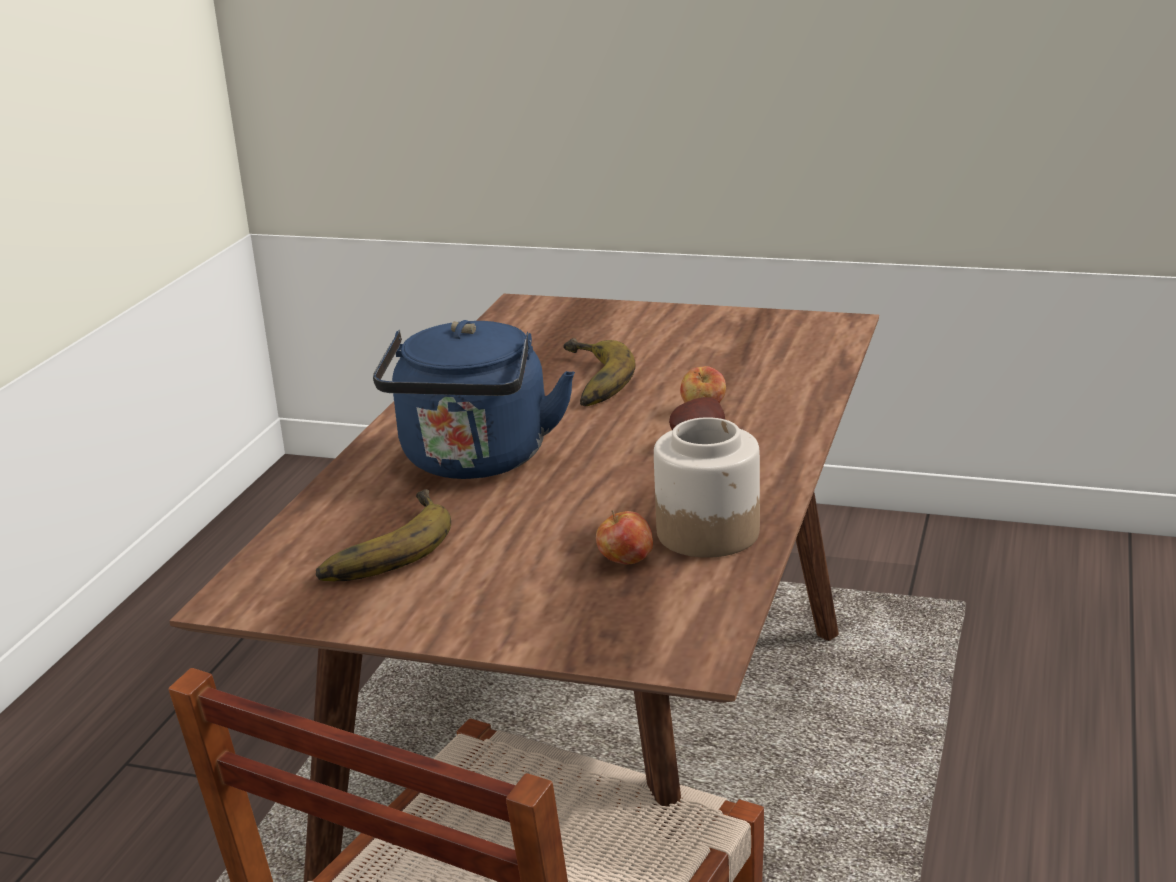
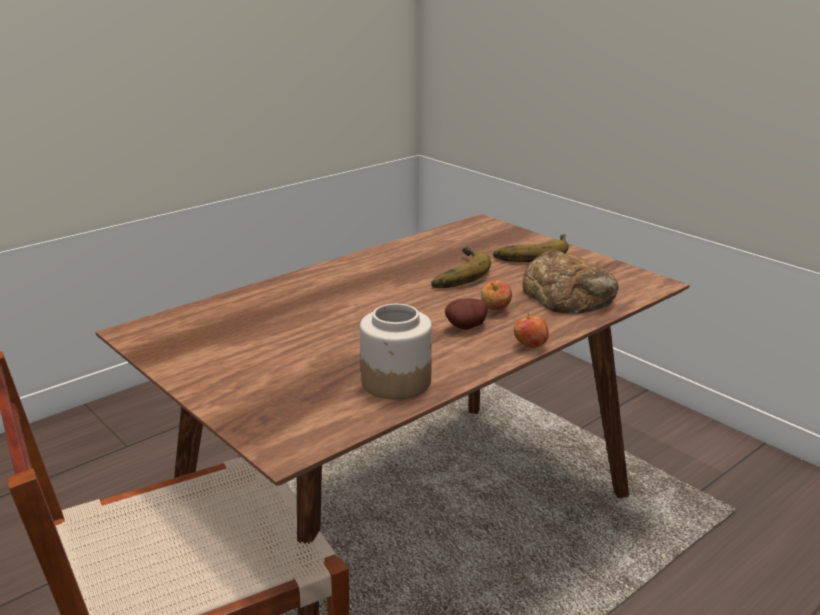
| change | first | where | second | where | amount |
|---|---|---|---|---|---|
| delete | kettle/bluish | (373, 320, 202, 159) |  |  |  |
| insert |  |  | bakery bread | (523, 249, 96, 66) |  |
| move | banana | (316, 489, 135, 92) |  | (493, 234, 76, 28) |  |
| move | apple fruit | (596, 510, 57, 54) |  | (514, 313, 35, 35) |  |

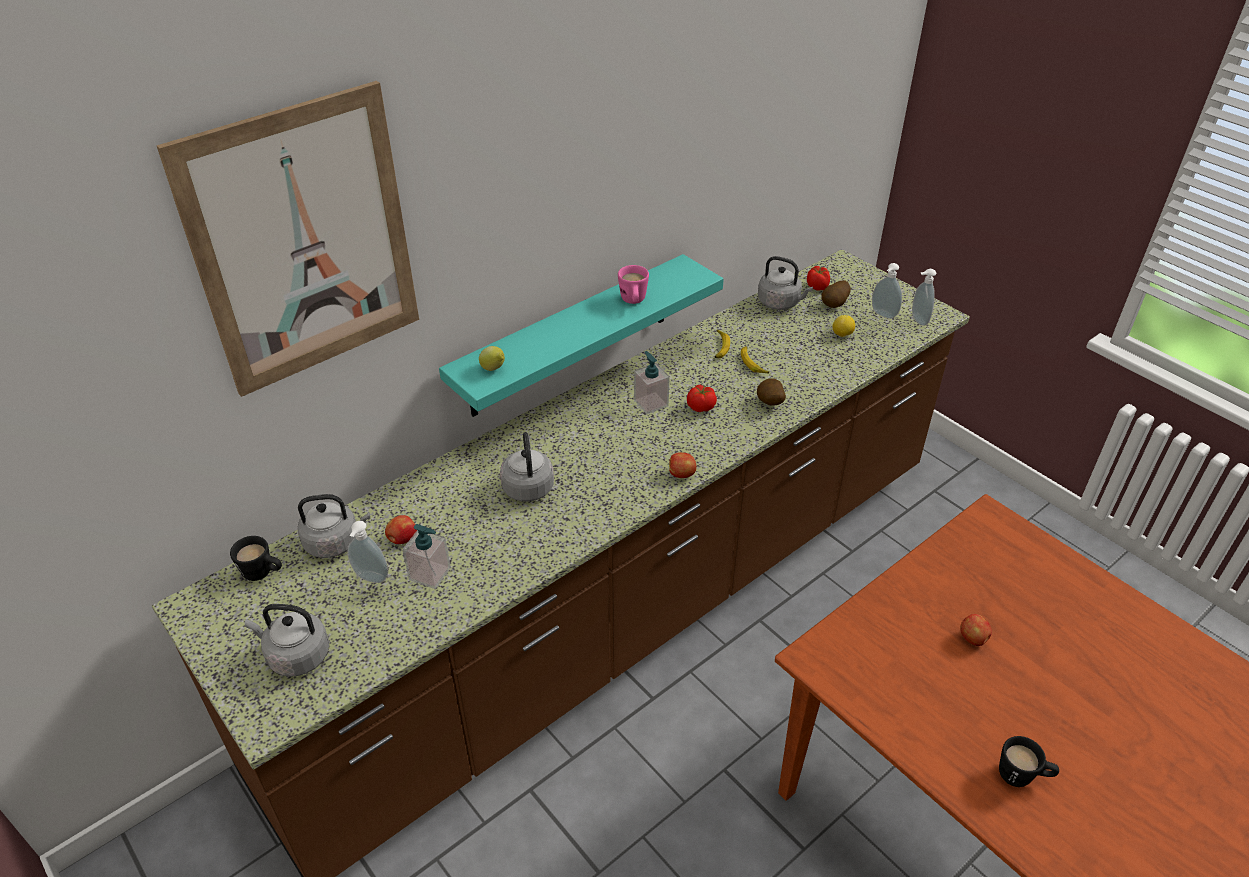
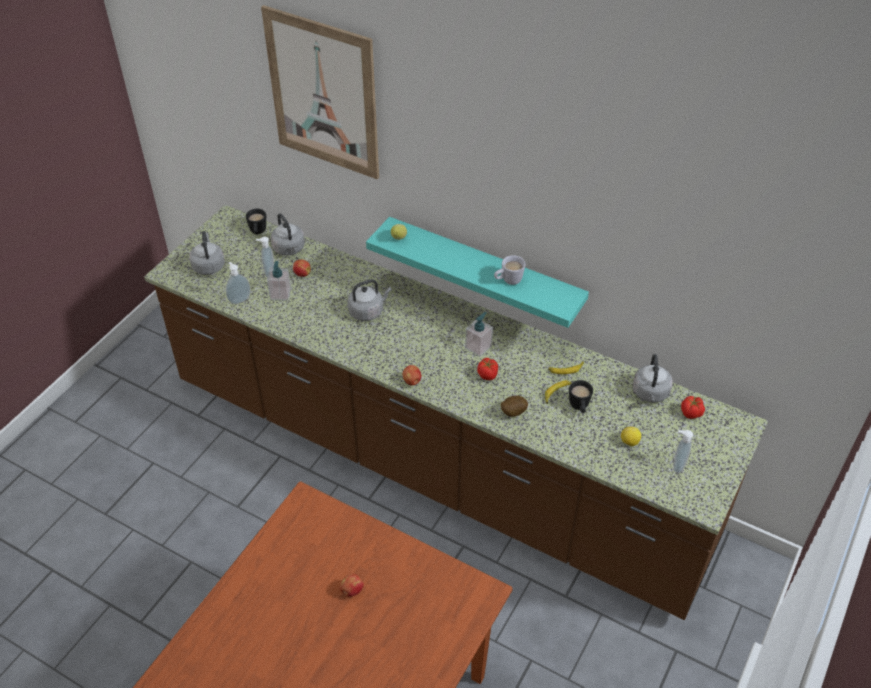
| change | first | where | second | where | amount |
|---|---|---|---|---|---|
| delete | spud | (821, 280, 30, 28) |  |  |  |
| move | soap bottle | (912, 269, 24, 57) |  | (226, 262, 24, 42) |  |
| move | coffee mug/blackish | (999, 736, 60, 51) |  | (569, 380, 24, 33) |  |
| recolor | coffee mug/pink-coloured | (618, 265, 31, 39) | coffee mug/white-coloured | (494, 255, 32, 30) |  |

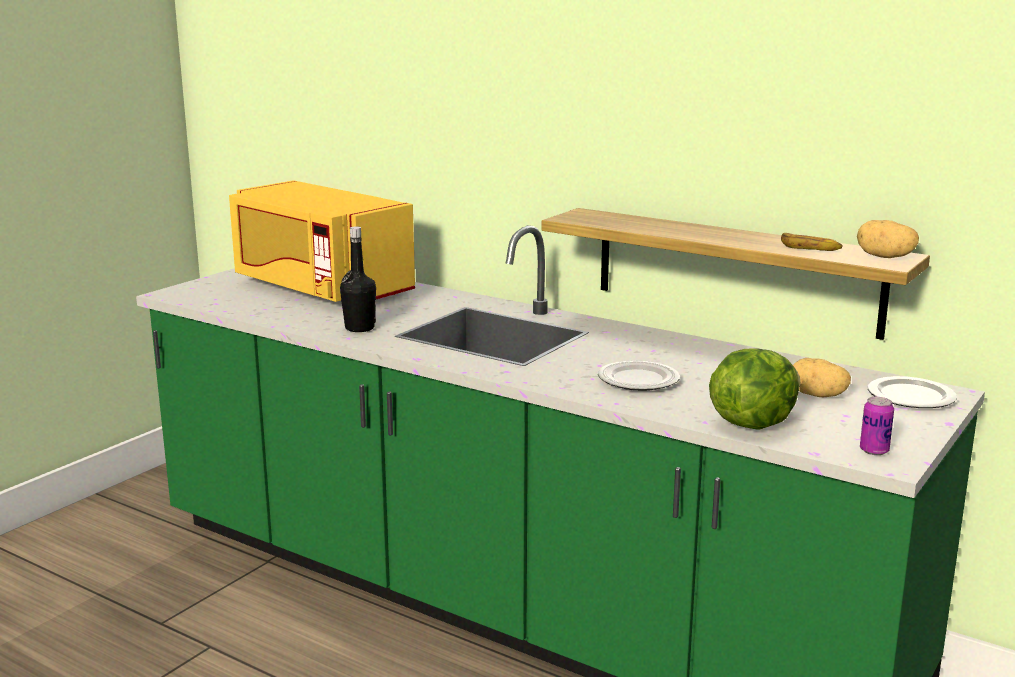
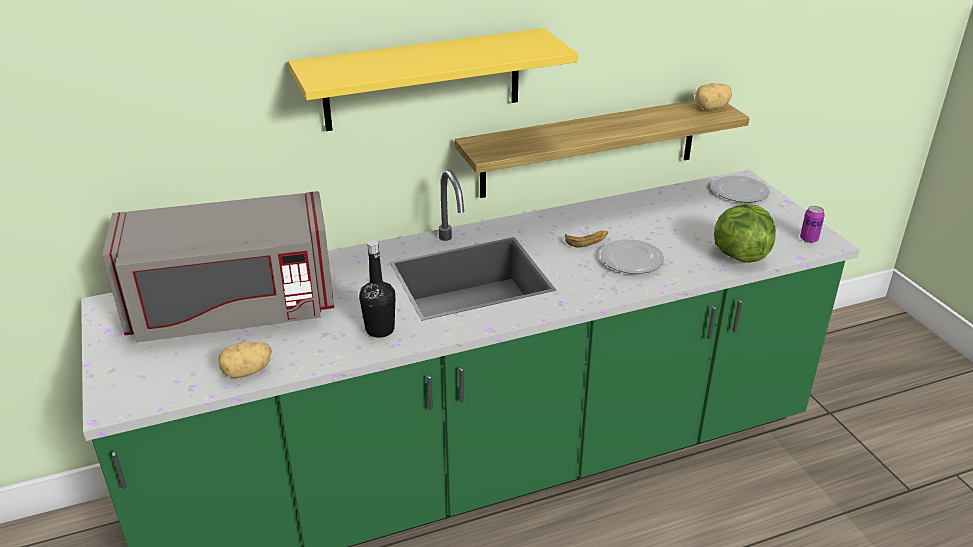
| change | first | where | second | where | amount |
|---|---|---|---|---|---|
| insert |  |  | wall shelf/yellow | (288, 28, 290, 103) |  |
| move | banana | (781, 233, 62, 18) |  | (565, 231, 43, 17) |  |
| move | spud | (793, 358, 58, 39) |  | (219, 342, 53, 36) |  |
| recolor | microwave/yellow | (229, 180, 186, 122) | microwave/grey | (102, 191, 232, 151) |  |

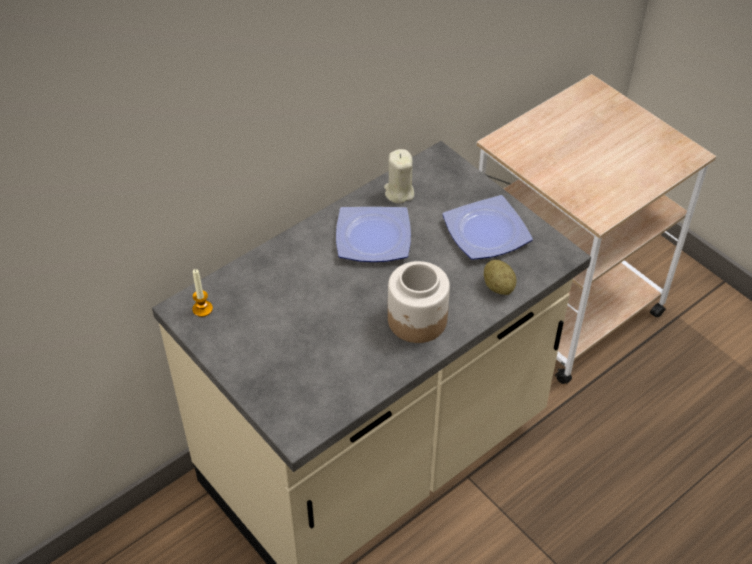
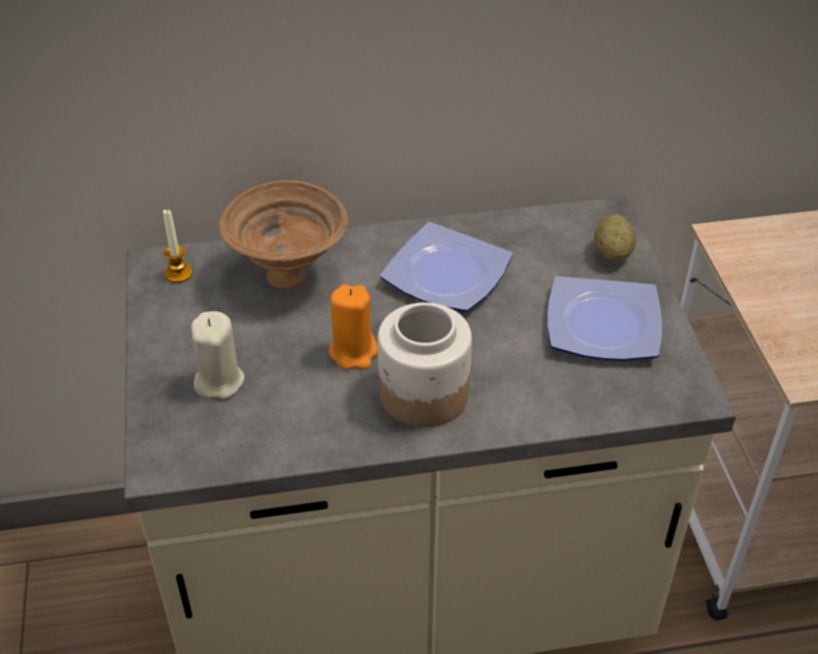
| change | first | where | second | where | amount |
|---|---|---|---|---|---|
| insert |  |  | deep dish/brownish | (219, 180, 129, 109) |  |
| insert |  |  | candle/orange | (329, 284, 49, 85) |  |
| move | candle/sand-coloured | (384, 149, 30, 54) |  | (191, 311, 54, 88) |  |
| move | spud | (484, 260, 33, 35) |  | (594, 214, 42, 49) |  |

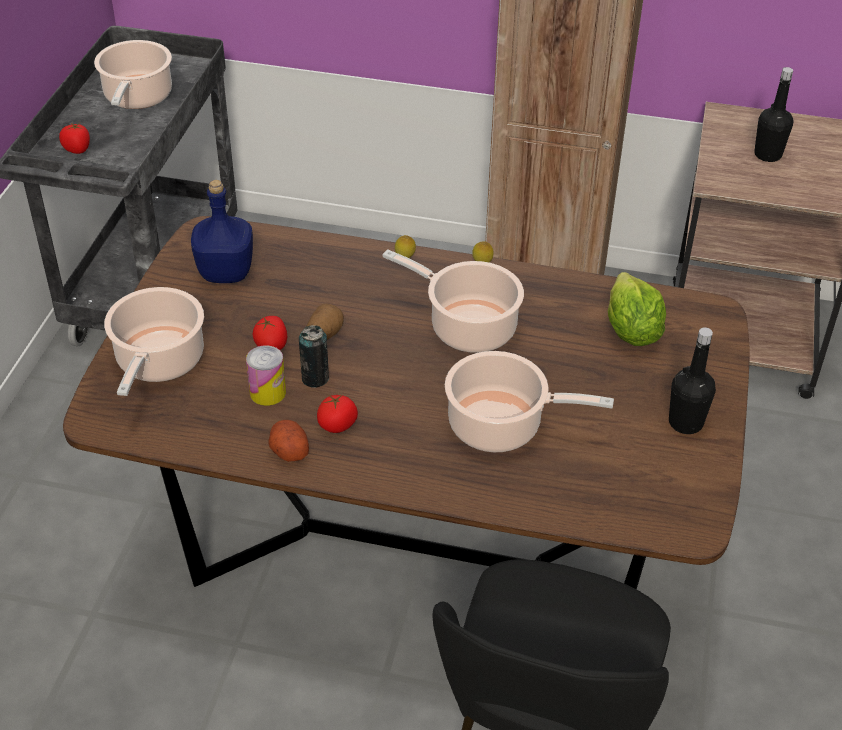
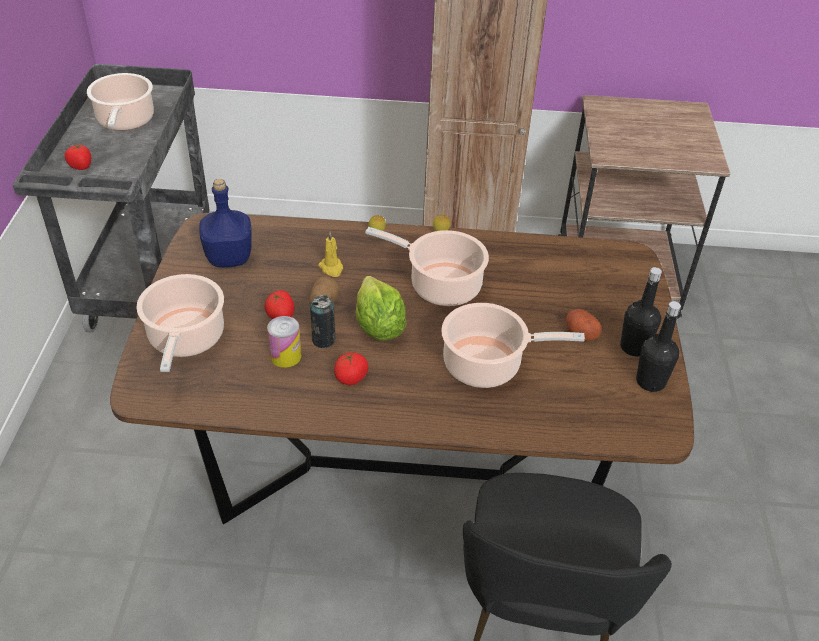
| change | first | where | second | where | amount |
|---|---|---|---|---|---|
| insert |  |  | candle/yellow | (318, 232, 25, 45) |  |
| move | spud | (268, 420, 41, 42) |  | (566, 309, 36, 32) |  |
| move | head of lettuce | (608, 272, 58, 74) |  | (356, 276, 51, 65) |  |
| move | drink bottle/blackish | (754, 67, 40, 95) |  | (636, 301, 45, 91) |  |

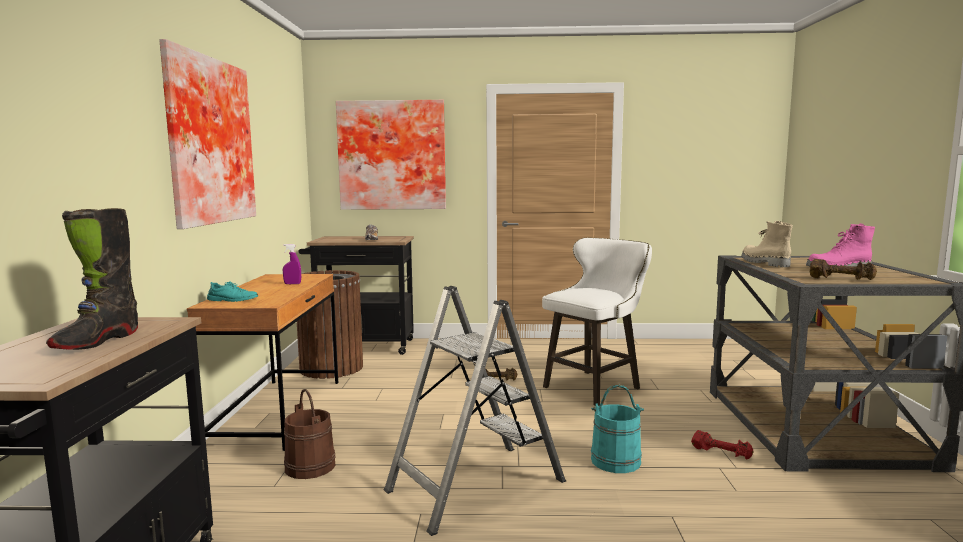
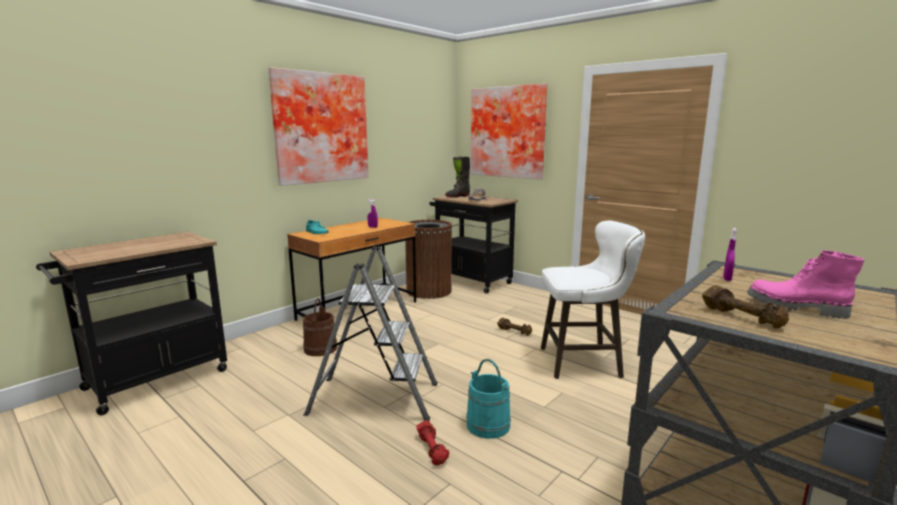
| change | first | where | second | where | amount |
|---|---|---|---|---|---|
| move | high-top boot/blackish | (46, 208, 92, 142) |  | (445, 157, 25, 41) |  |
| move | free weight/red-coloured | (691, 430, 62, 30) |  | (416, 420, 33, 45) |  |
| replace | high-top boot/sand-coloured | (742, 221, 51, 46) | spray bottle/purplish | (723, 228, 14, 53) |  |

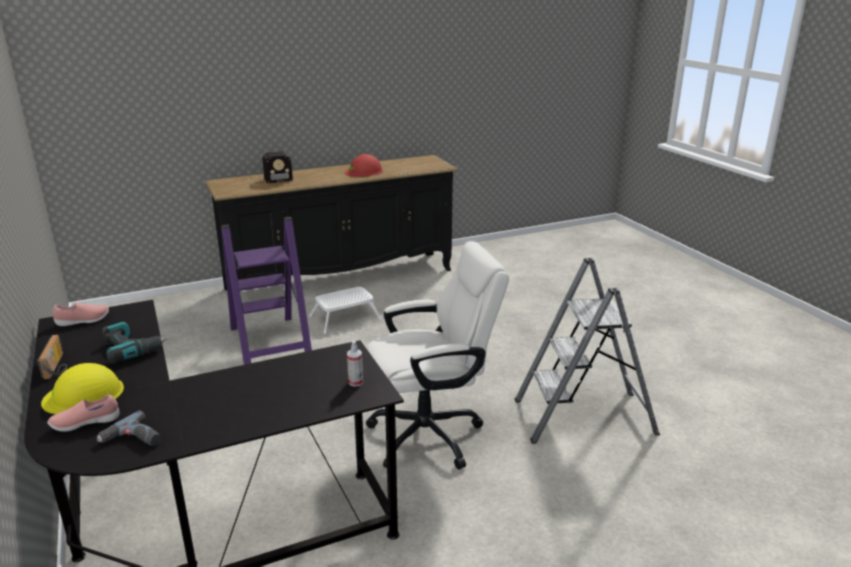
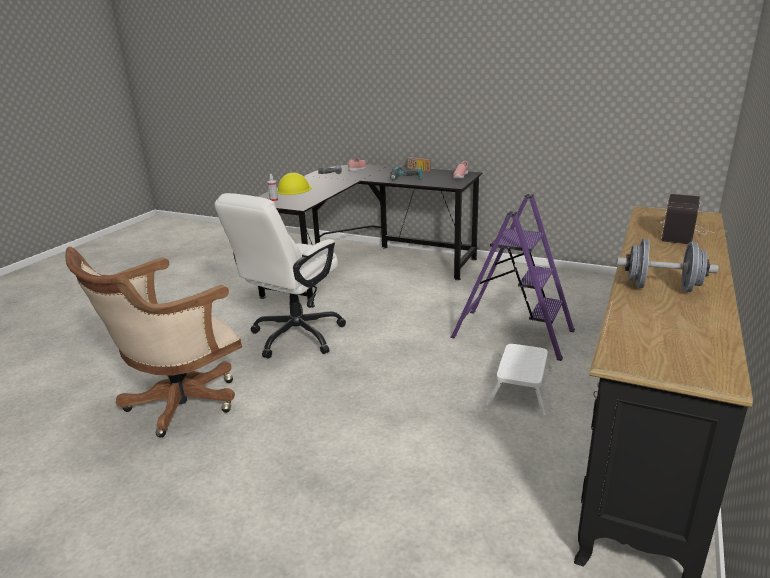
| change | first | where | second | where | amount |
|---|---|---|---|---|---|
| move | safety helmet/yellow | (41, 363, 83, 51) |  | (277, 173, 36, 22) |  |
| replace | safety helmet/red-coloured | (344, 154, 39, 23) | free weight/grey | (616, 239, 103, 53) |  |
| replace | step stool/grey | (515, 258, 145, 186) | desk chair | (66, 247, 176, 190) |  |

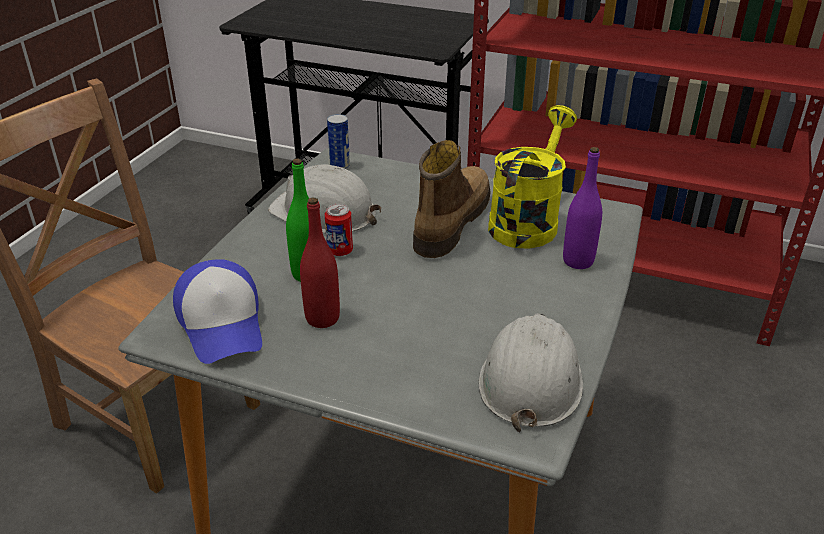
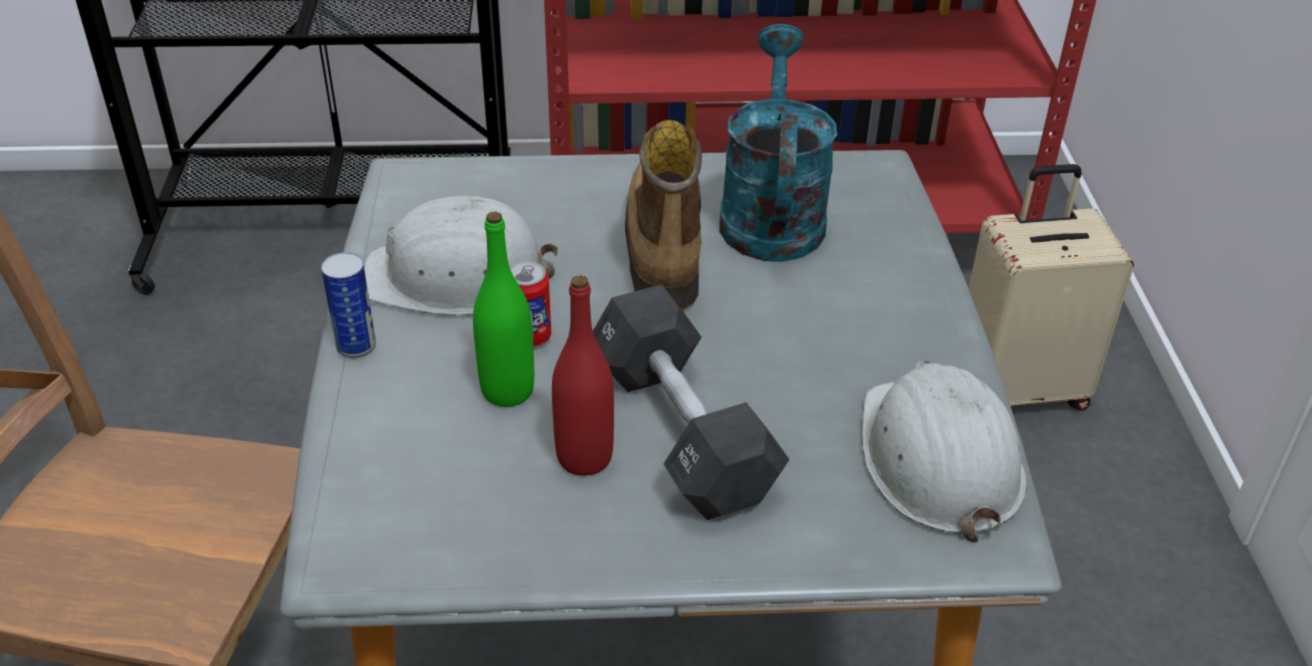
| change | first | where | second | where | amount |
|---|---|---|---|---|---|
| delete | cap | (173, 259, 89, 105) |  |  |  |
| delete | drink bottle/purplish | (563, 147, 39, 122) |  |  |  |
| insert |  |  | free weight/blackish | (593, 284, 197, 236) |  |
| insert |  |  | suitcase/sand-coloured | (969, 164, 165, 246) |  |
| move | sealed can | (327, 114, 23, 55) |  | (321, 252, 55, 106) |  |
| recolor | sprinkling can/yellow | (488, 105, 89, 144) | sprinkling can/turquoise-coloured | (719, 24, 119, 238) |  |

